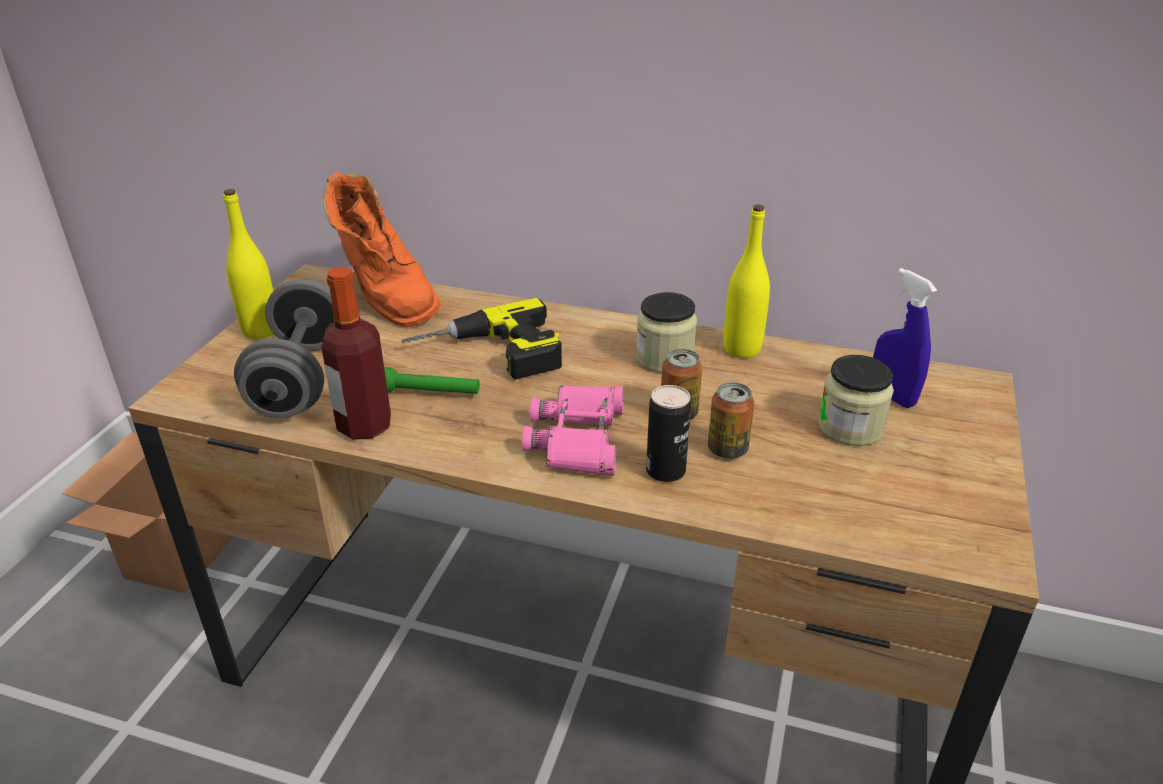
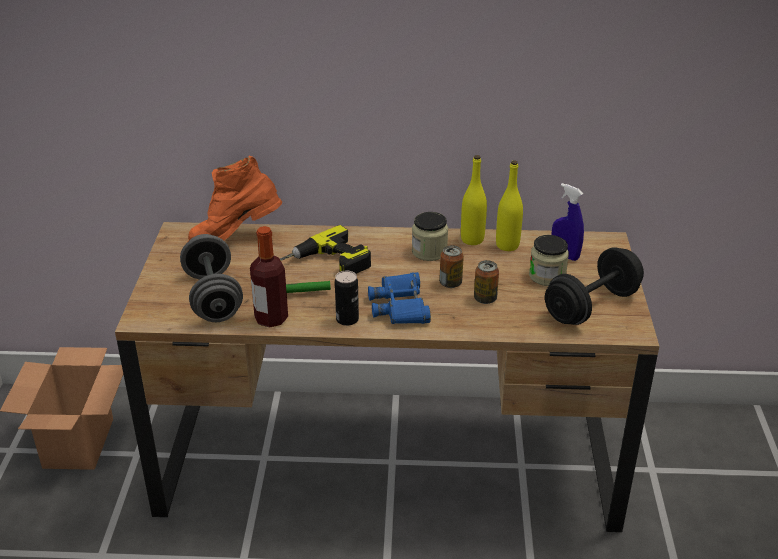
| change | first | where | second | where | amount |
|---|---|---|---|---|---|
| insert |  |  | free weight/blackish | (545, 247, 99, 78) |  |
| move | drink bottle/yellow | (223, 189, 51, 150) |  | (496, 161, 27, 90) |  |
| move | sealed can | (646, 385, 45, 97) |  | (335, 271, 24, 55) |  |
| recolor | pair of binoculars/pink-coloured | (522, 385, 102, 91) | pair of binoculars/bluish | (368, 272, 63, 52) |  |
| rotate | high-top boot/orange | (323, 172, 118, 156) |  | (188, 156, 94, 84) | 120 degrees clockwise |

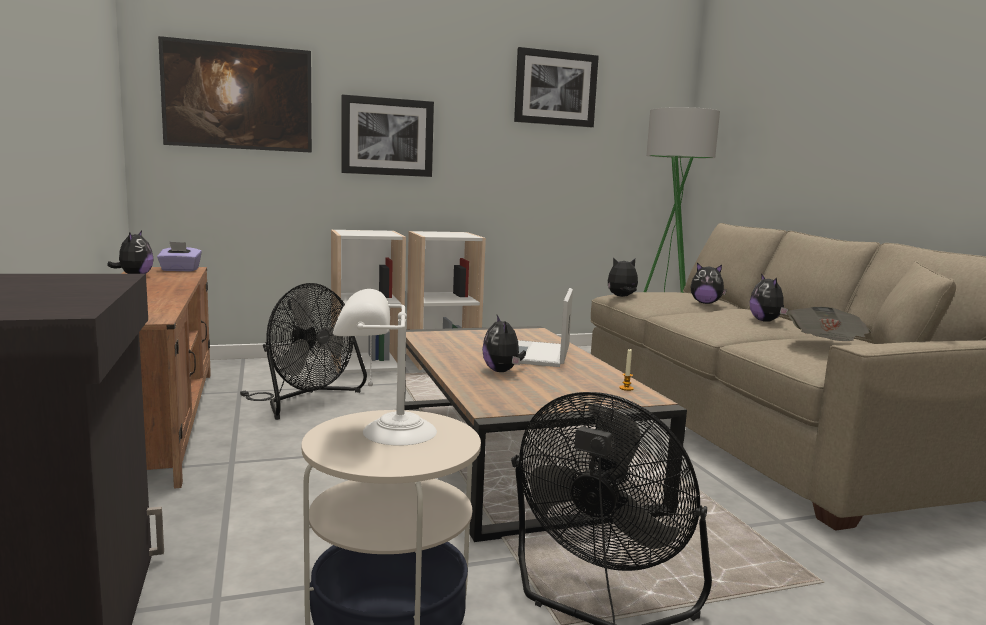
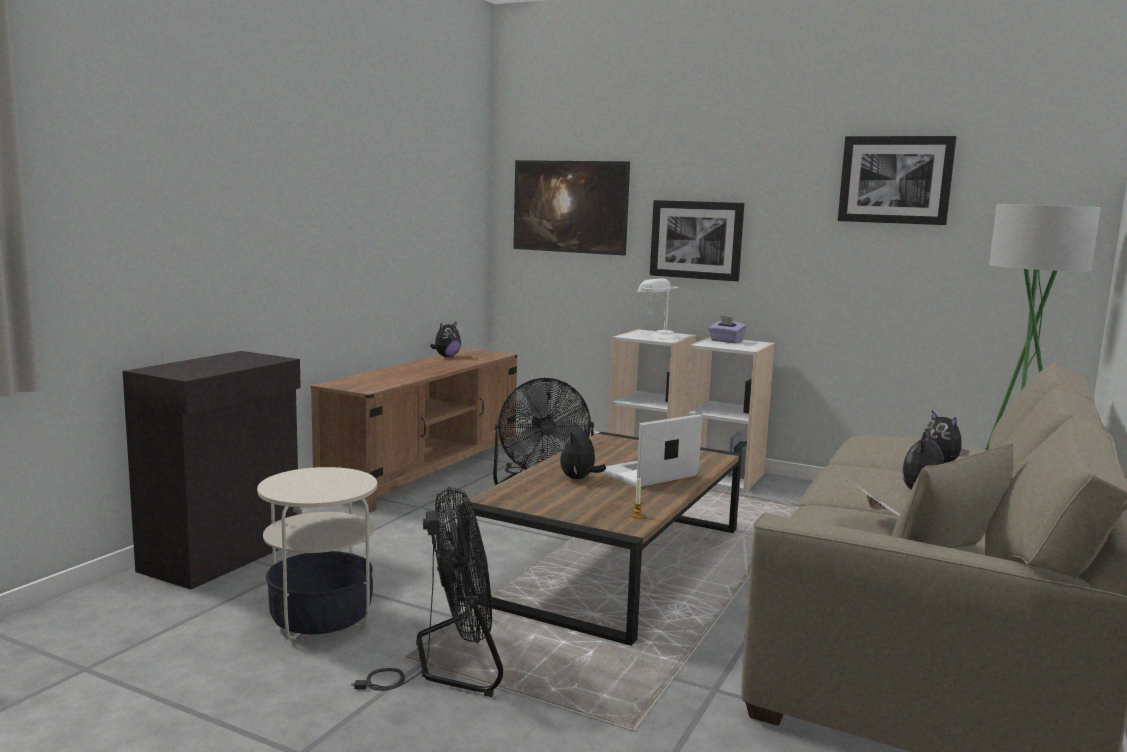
| change | first | where | second | where | amount |
|---|---|---|---|---|---|
| delete | plush toy | (608, 258, 30, 39) |  |  |  |
| move | box of tissues/purplish | (157, 241, 45, 31) |  | (708, 316, 38, 27) |  |
| move | table lamp/white-coloured | (333, 289, 104, 157) |  | (637, 278, 43, 61) |  |

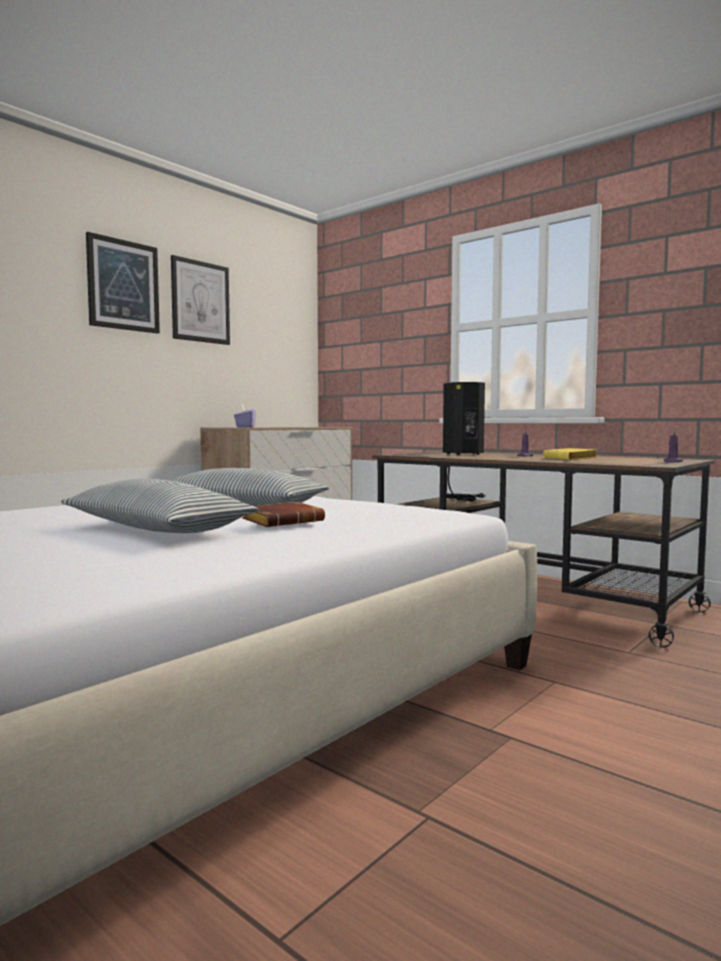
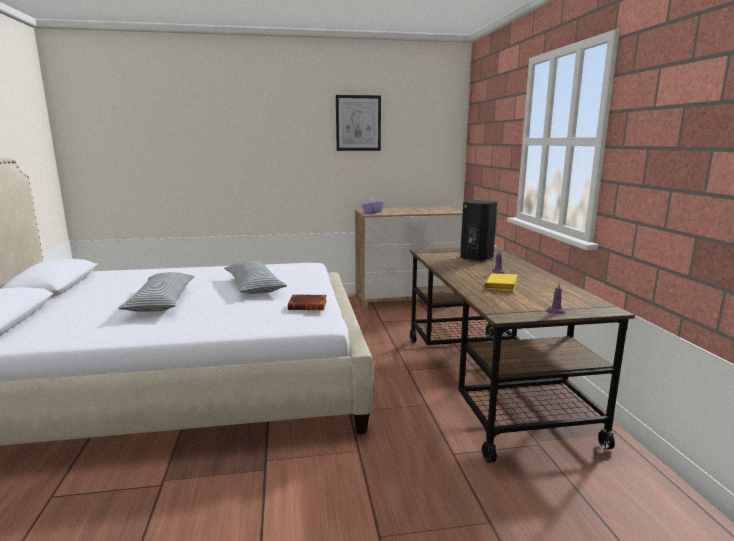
| change | first | where | second | where | amount |
|---|---|---|---|---|---|
| delete | wall art | (86, 232, 74, 101) |  |  |  |
| move | book/brownish | (242, 502, 83, 25) |  | (288, 294, 39, 16) |  |

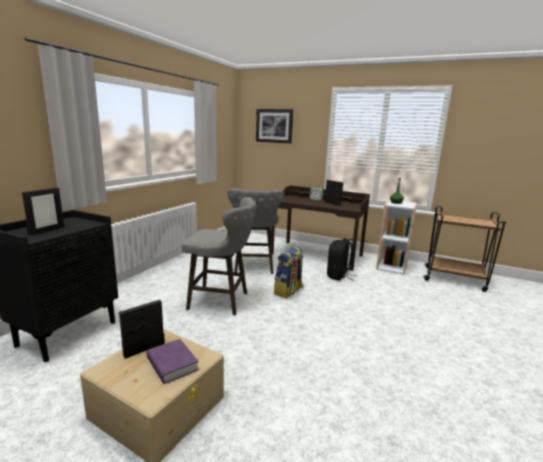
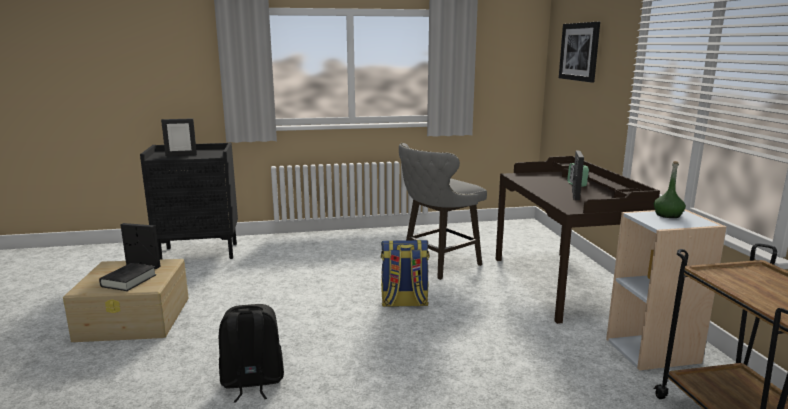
| change | first | where | second | where | amount |
|---|---|---|---|---|---|
| delete | sitting stool/grey | (182, 197, 74, 118) |  |  |  |
| move | rucksack/blackish | (327, 238, 30, 43) |  | (219, 304, 65, 99) |  |
| recolor | book/purplish | (147, 339, 52, 45) | book/blackish | (99, 263, 57, 28) |  |

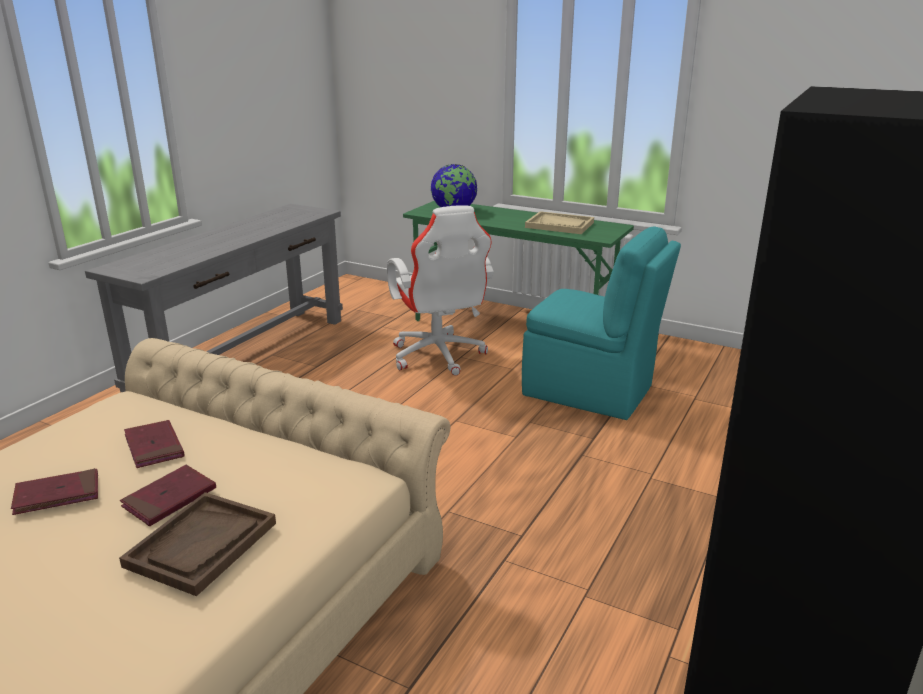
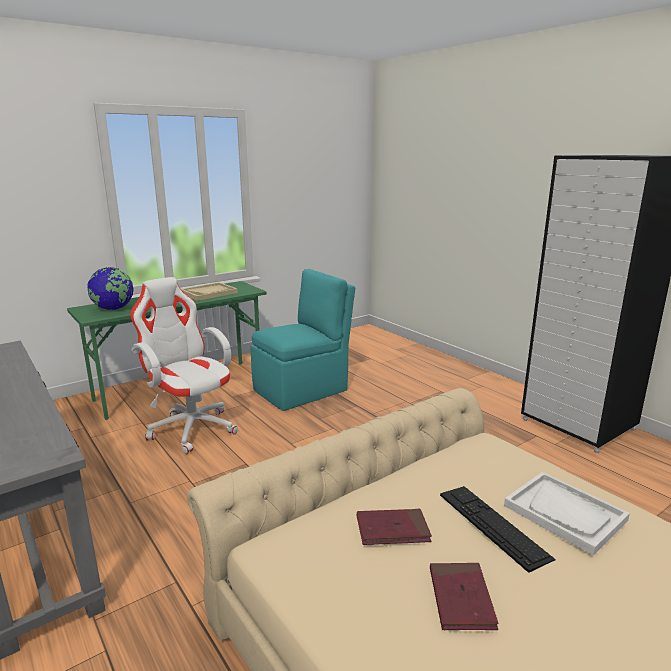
| change | first | where | second | where | amount |
|---|---|---|---|---|---|
| replace | book/red-coloured | (120, 465, 96, 61) | computer keyboard | (440, 486, 115, 87) |  |
| recolor | serving tray/brownish | (119, 492, 157, 104) | serving tray/white-coloured | (504, 472, 126, 83) |  |
| rotate | desk chair/white-coloured | (387, 205, 107, 171) |  | (130, 277, 108, 177) | 135 degrees counterclockwise |

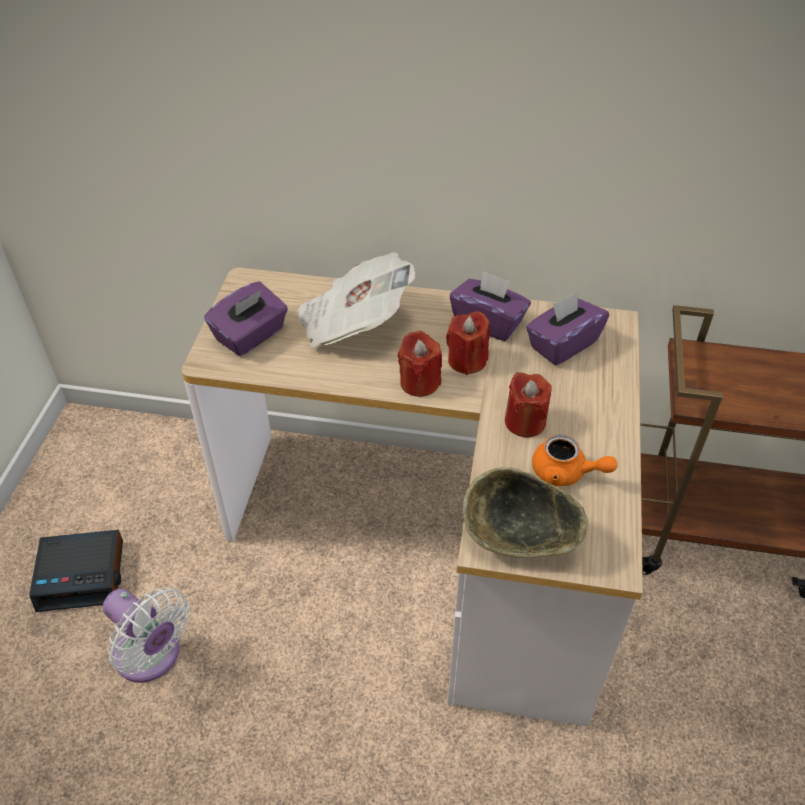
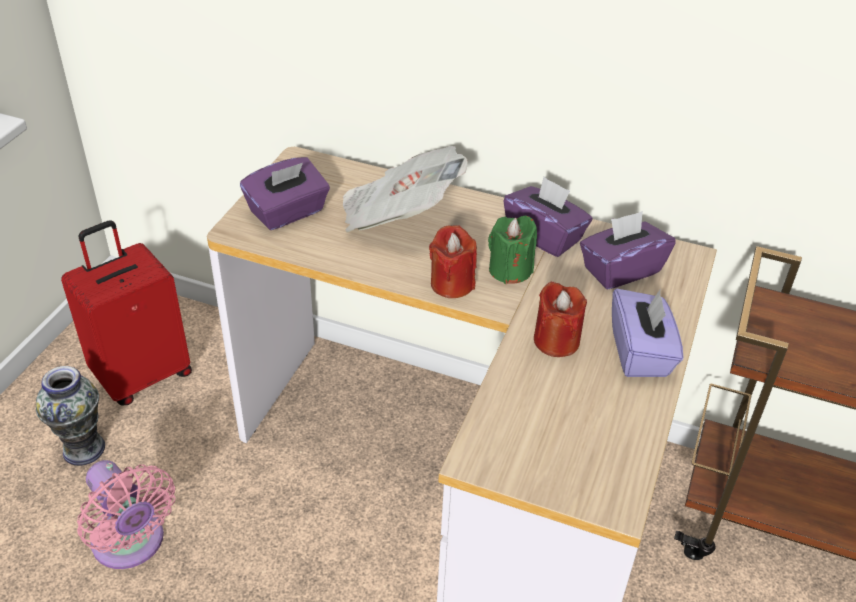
| change | first | where | second | where | amount |
|---|---|---|---|---|---|
| delete | deep dish | (462, 467, 126, 91) |  |  |  |
| delete | pot for tea/orange | (532, 434, 85, 53) |  |  |  |
| insert |  |  | suitcase/red-coloured | (61, 220, 131, 185) |  |
| insert |  |  | box of tissues/purplish | (612, 289, 71, 88) |  |
| replace | alarm clock | (29, 530, 94, 82) | vase | (36, 366, 69, 100) |  |
| recolor | electric fan/white-coloured | (103, 587, 87, 96) | electric fan/pink-coloured | (77, 460, 98, 109) |  |
| recolor | candle/red-coloured | (446, 311, 44, 64) | candle/green-coloured | (488, 216, 49, 68) |  |

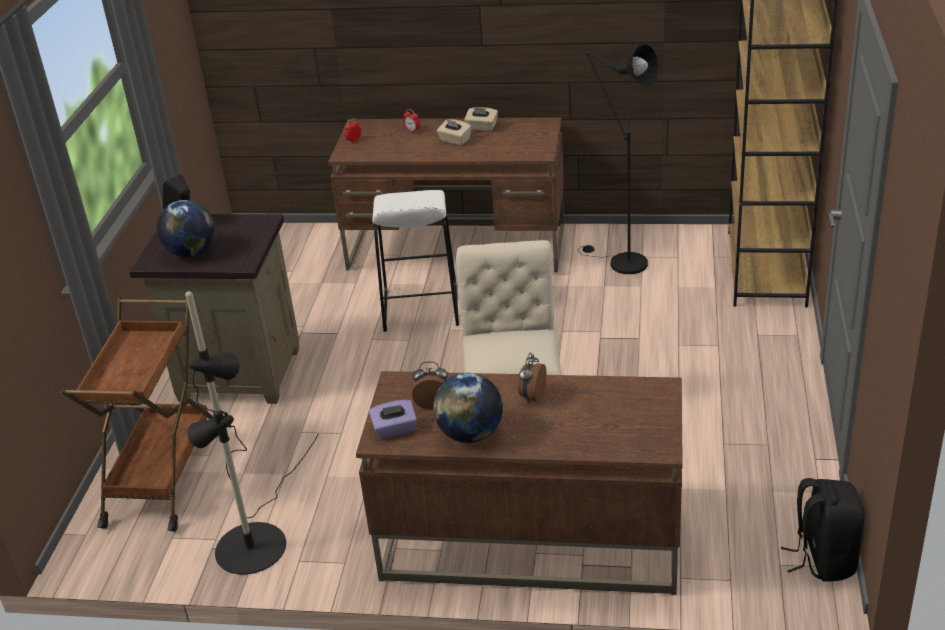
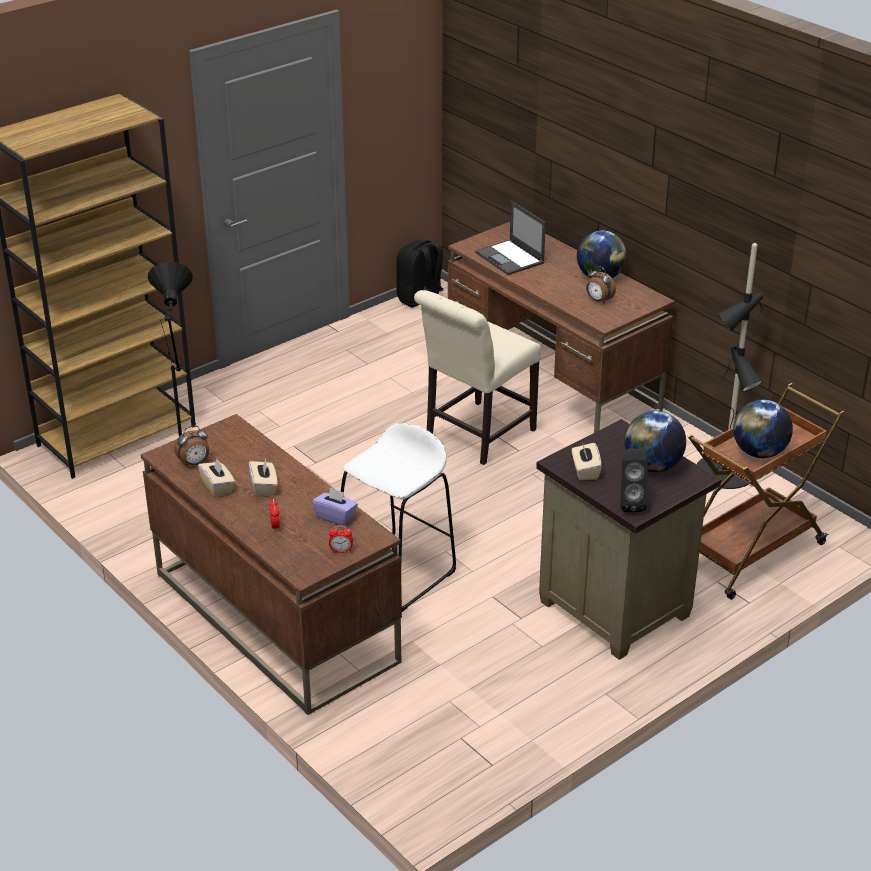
| change | first | where | second | where | amount |
|---|---|---|---|---|---|
| insert |  |  | portable computer | (475, 201, 71, 74) |  |
| insert |  |  | box of tissues/sand-coloured | (572, 442, 30, 38) |  |
| insert |  |  | world globe | (733, 400, 60, 58) |  |
| move | box of tissues/purplish | (369, 400, 48, 39) |  | (312, 487, 46, 39) |  |
| move | alarm clock | (517, 352, 30, 51) |  | (174, 425, 35, 42) |  |

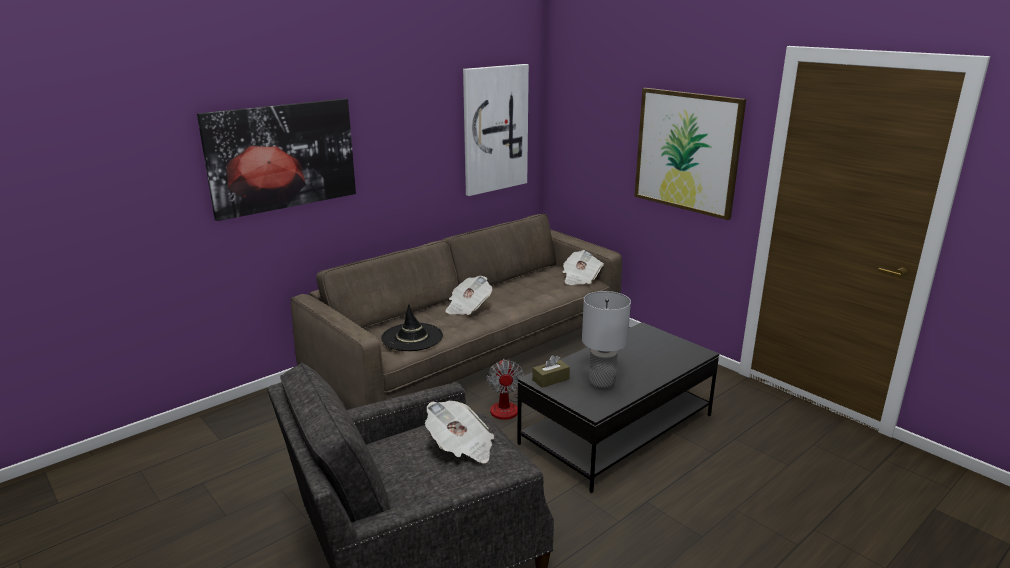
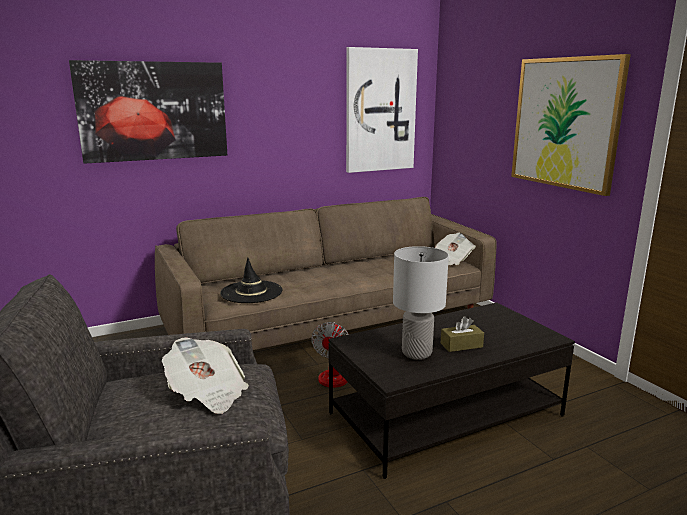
| change | first | where | second | where | amount |
|---|---|---|---|---|---|
| delete | newspaper | (445, 276, 47, 39) |  |  |  |
| move | box of tissues/brownish | (532, 355, 38, 33) |  | (441, 316, 43, 36) |  |

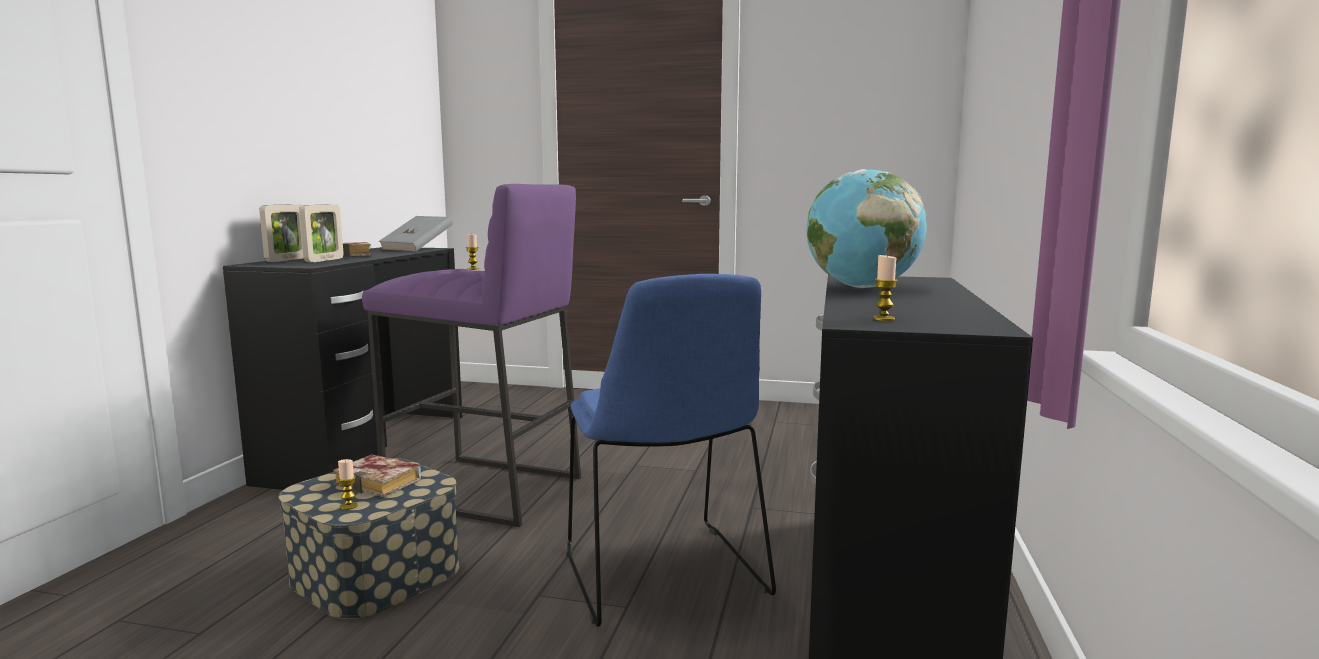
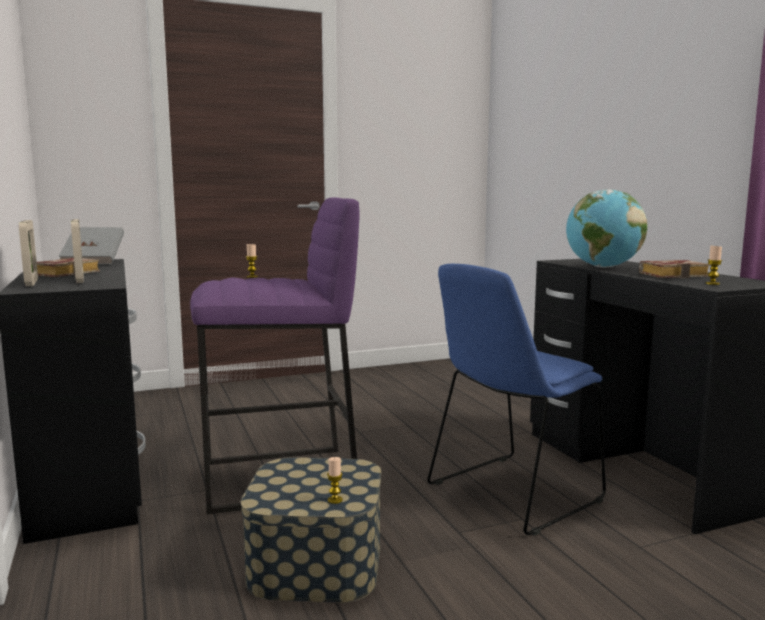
| change | first | where | second | where | amount |
|---|---|---|---|---|---|
| move | book | (333, 454, 88, 43) |  | (639, 260, 71, 18) |  |
| rotate | chair/bluish | (566, 274, 210, 353) |  | (427, 264, 179, 271) | 105 degrees clockwise |

